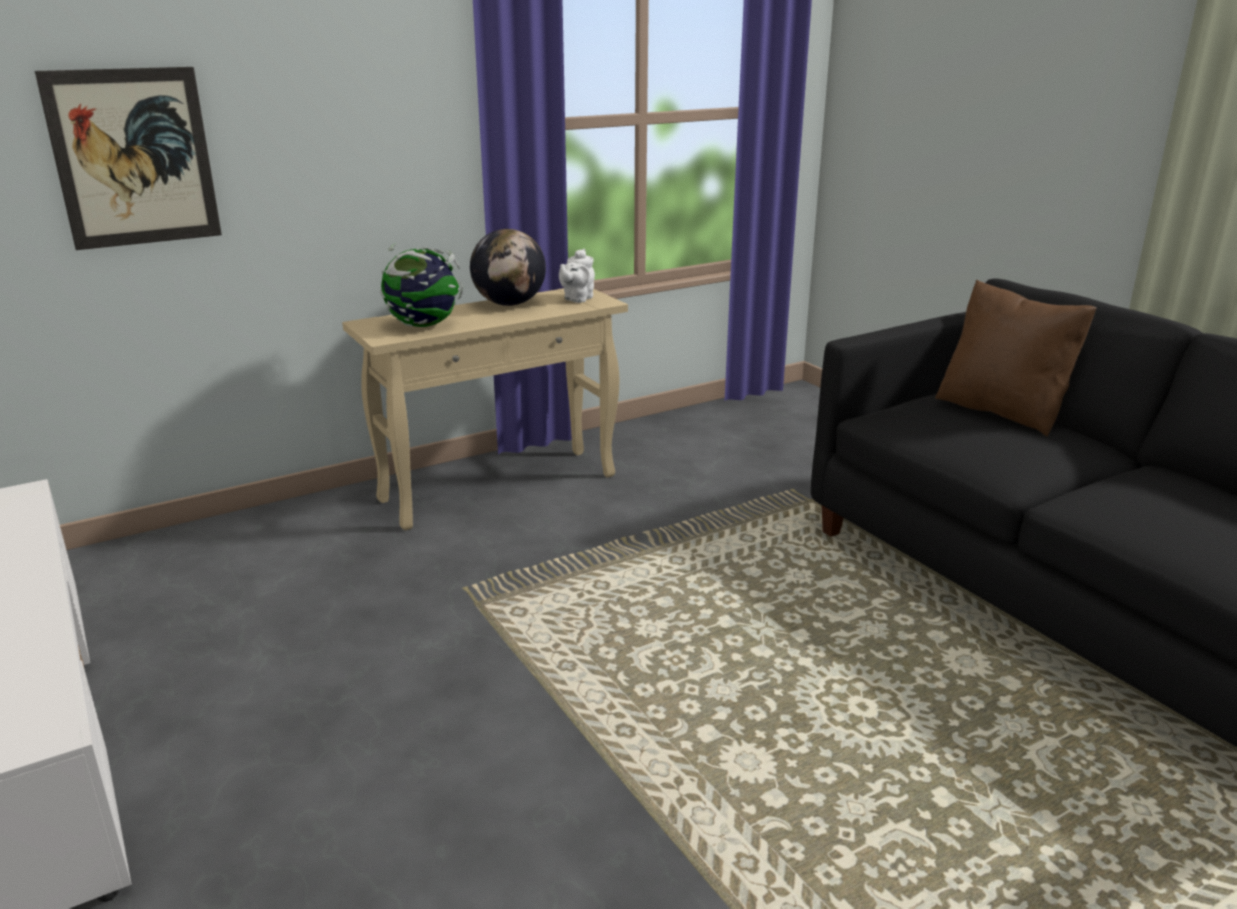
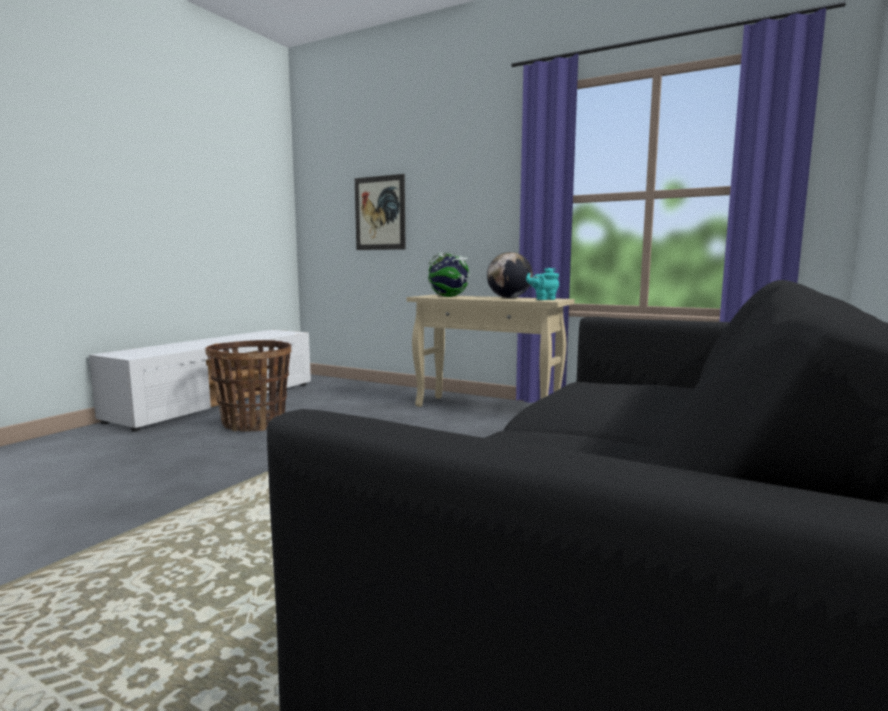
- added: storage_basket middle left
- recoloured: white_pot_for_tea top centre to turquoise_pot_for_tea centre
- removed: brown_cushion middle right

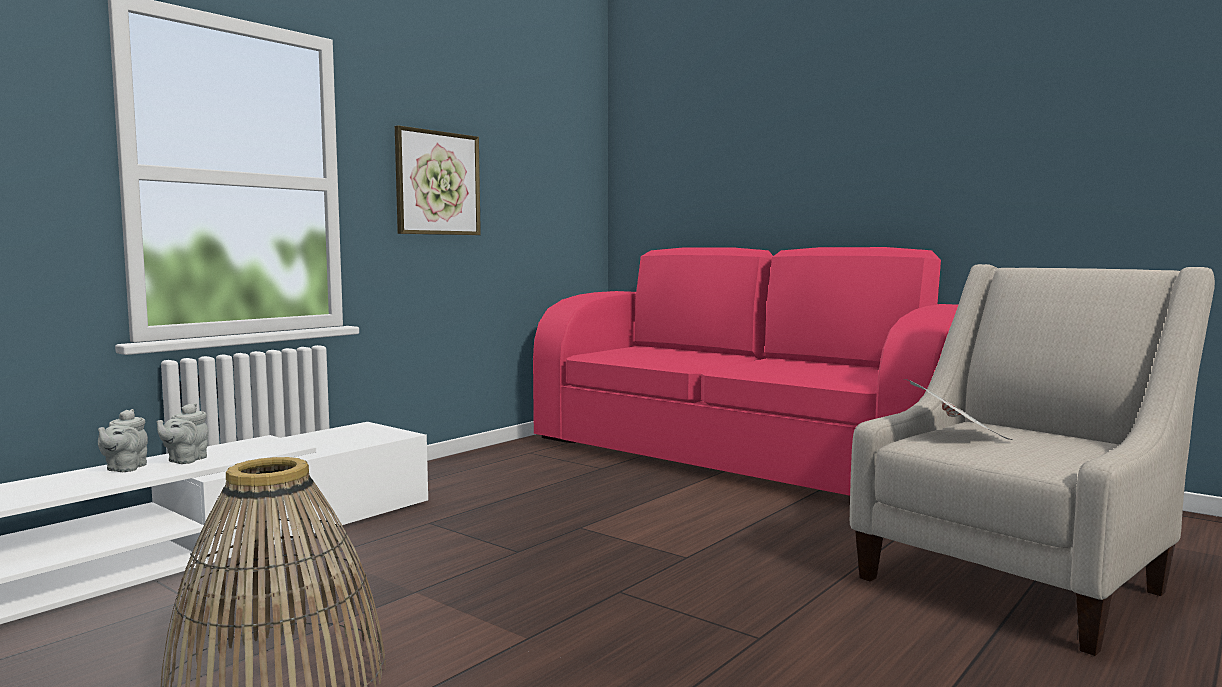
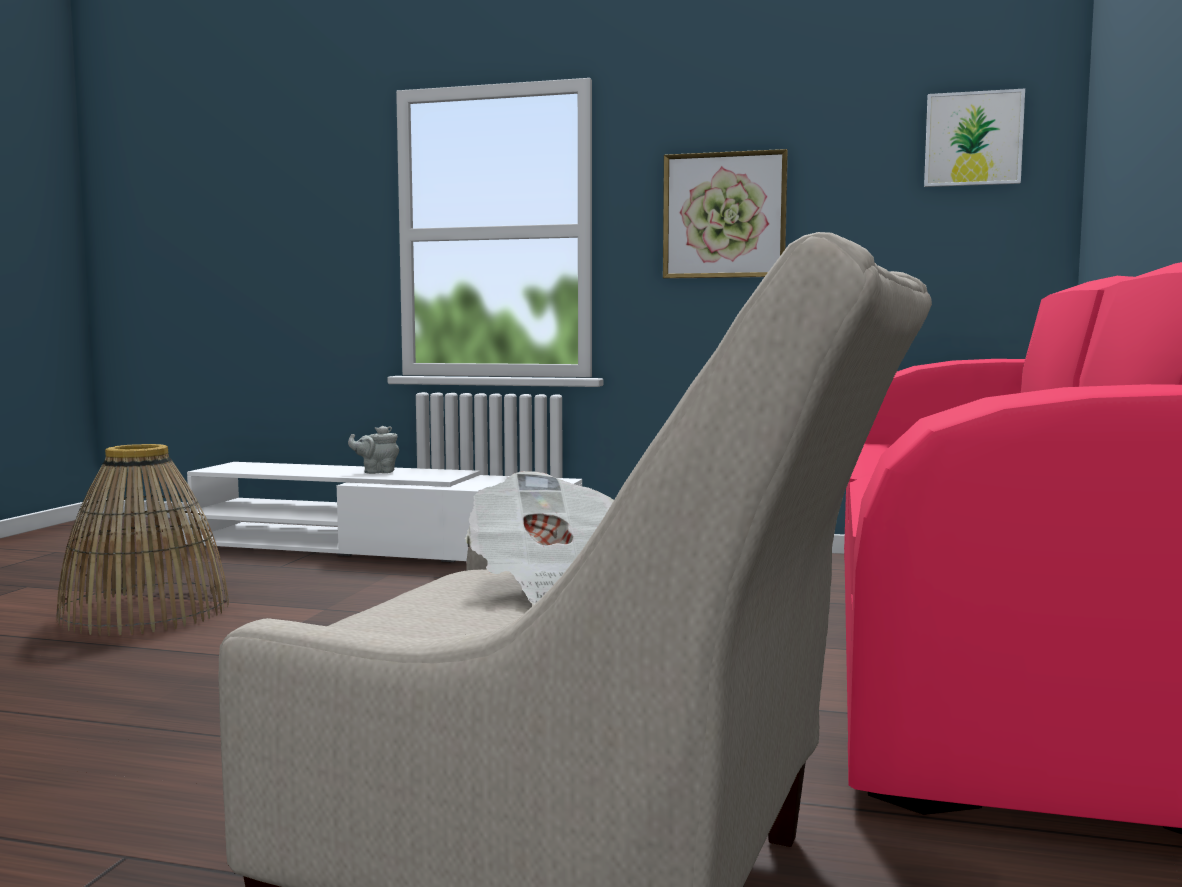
- added: wall_art (2nd from left) top right
- removed: grey_pot_for_tea (1st from left) middle left

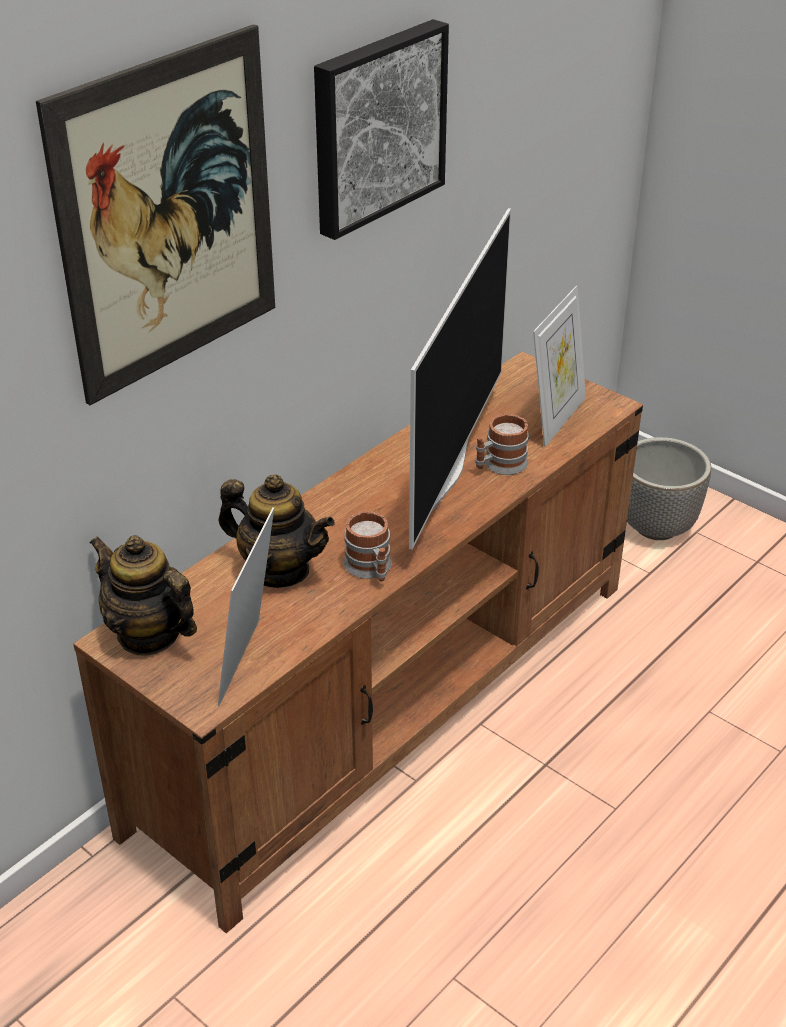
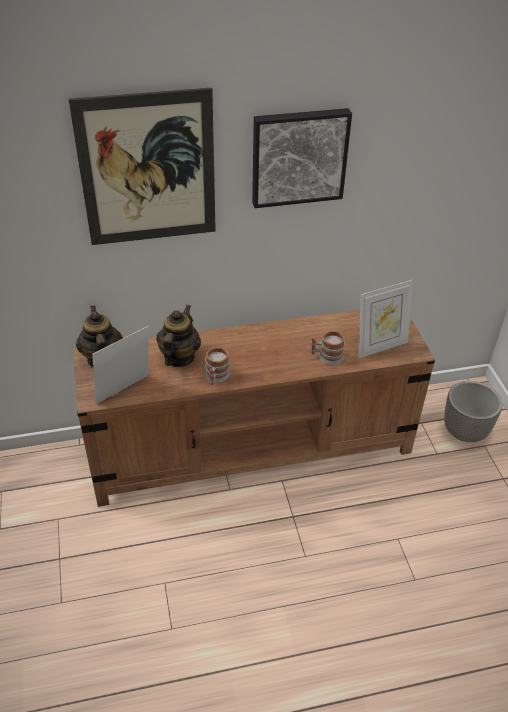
- turned: pot_for_tea (2nd from left) centre = centre 135 degrees counterclockwise
- removed: TV_set centre

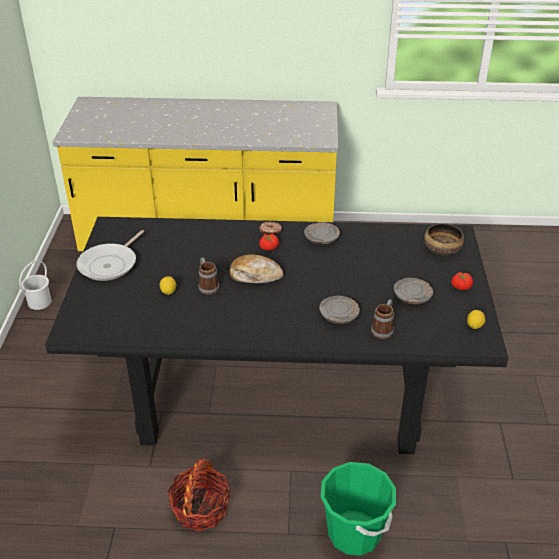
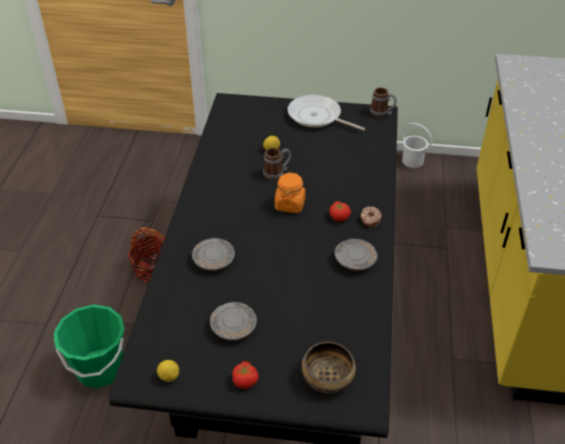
- replaced: bakery_bread centre to orange-coloured_preserve_jar centre
- moved: coffee_mug (2nd from left) middle right to top right

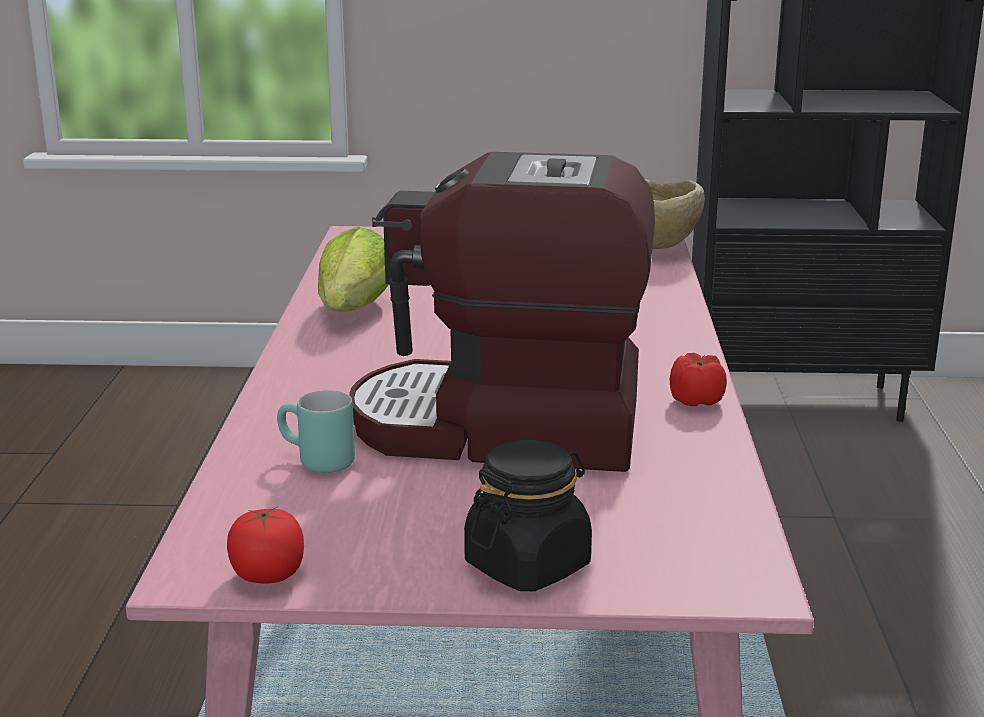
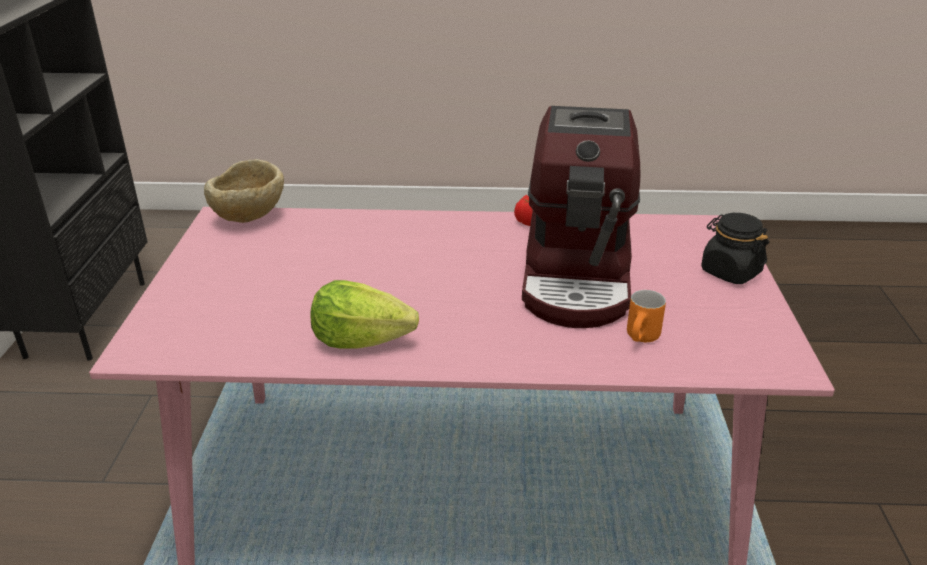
- recoloured: turquoise_coffee_mug middle left to orange-coloured_coffee_mug middle right
- removed: tomato (1st from left) bottom left

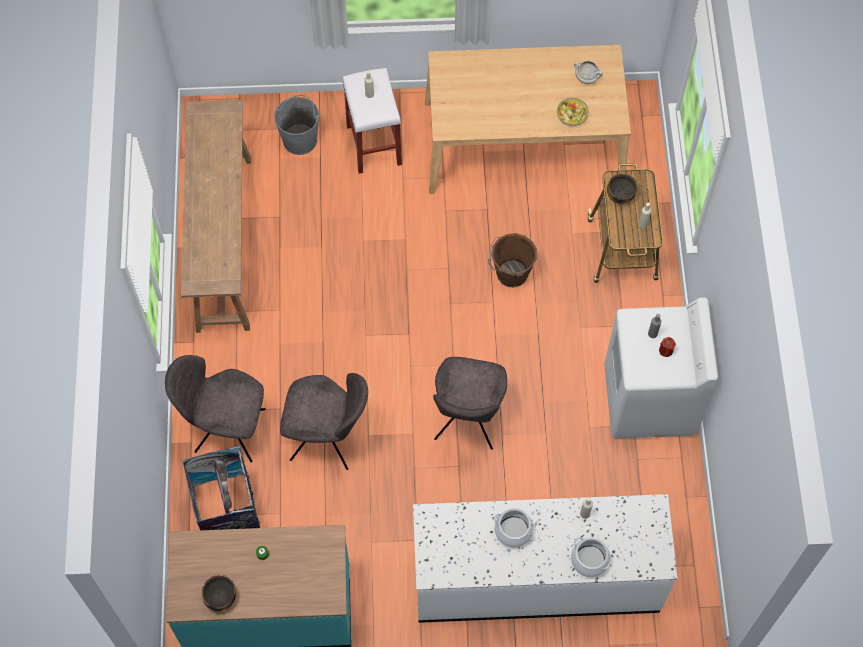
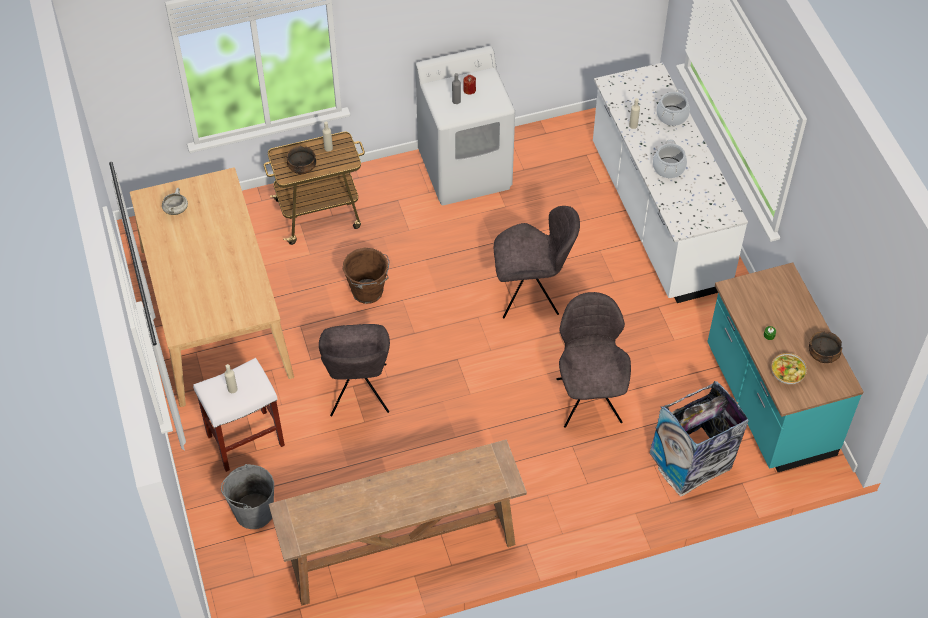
- moved: grey_chair (1st from left) middle left to centre
- moved: bowl (2nd from left) top centre to middle right

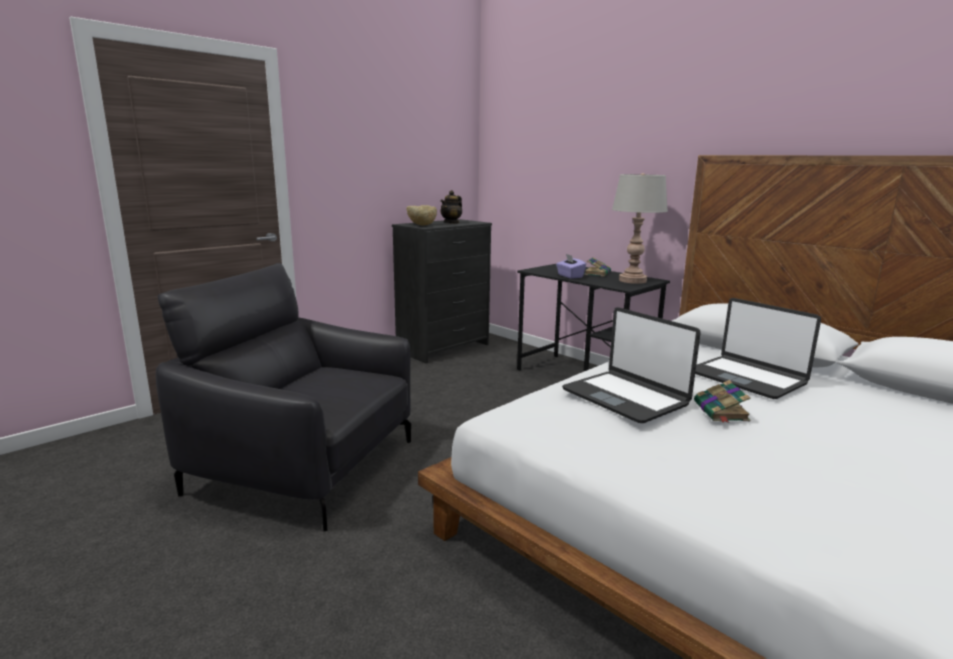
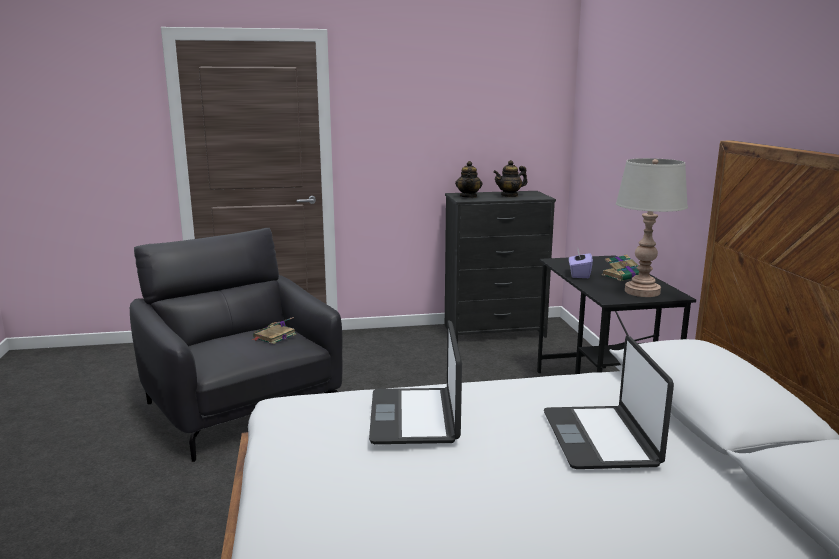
- moved: volume (2nd from left in the first image) middle right to volume (1st from left) middle left
- replaced: beige-coloured_bowl top centre to pot_for_tea (1st from left) top centre

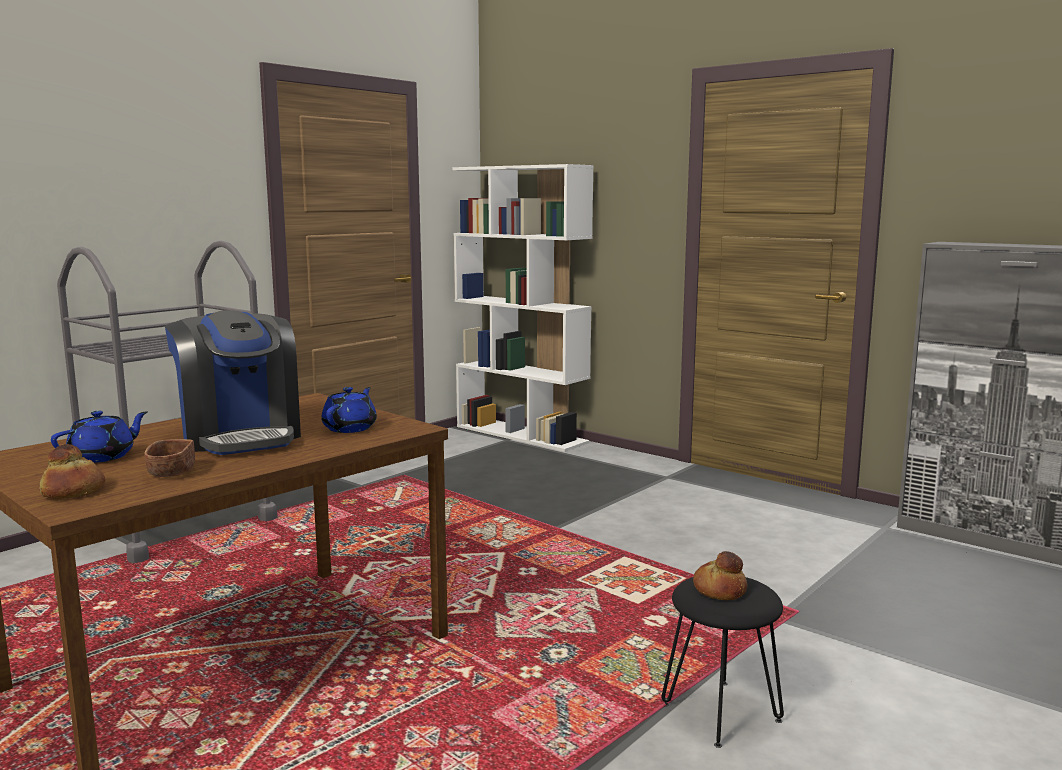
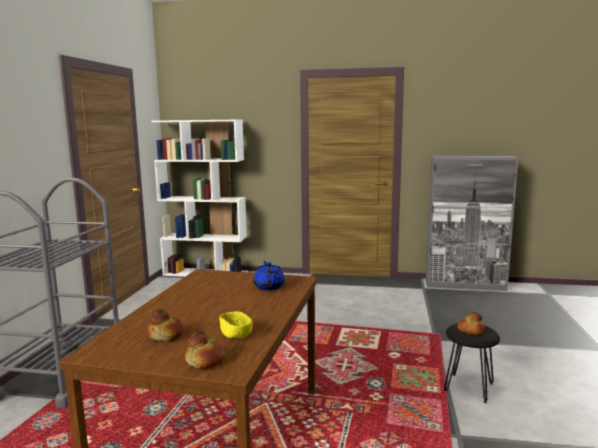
- replaced: bluish_pot_for_tea (1st from left) middle left to bakery_bread (1st from left) bottom left
- recoloured: brown_bowl middle left to yellow-coloured_bowl bottom centre
- removed: coffee_maker middle left

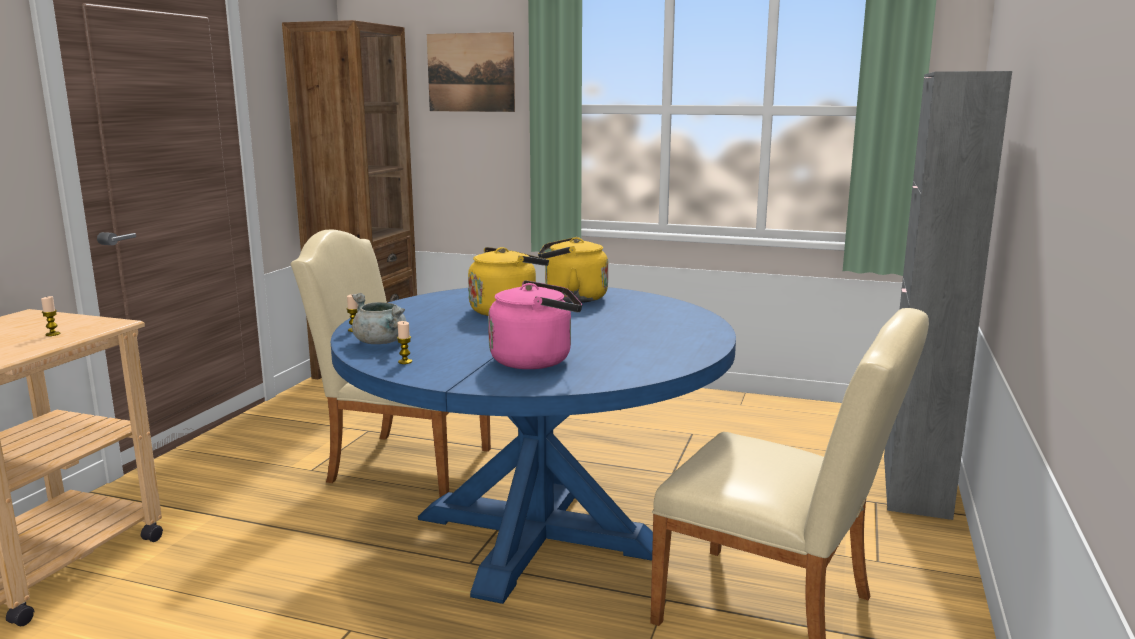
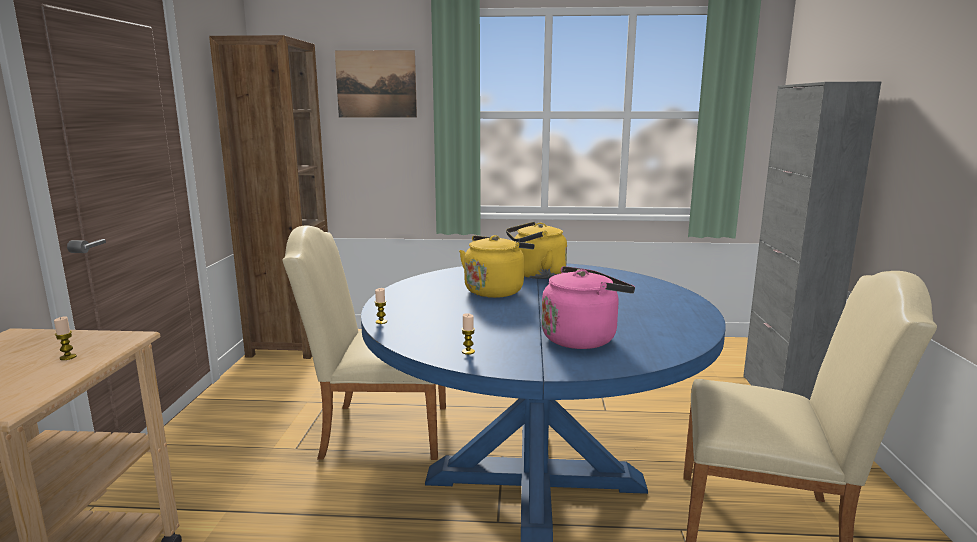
- removed: grey_cooking_pot centre

